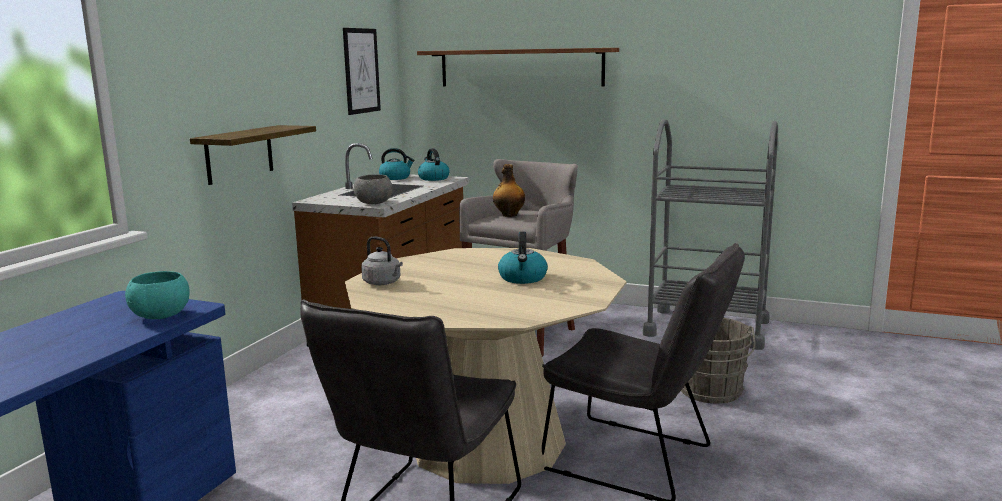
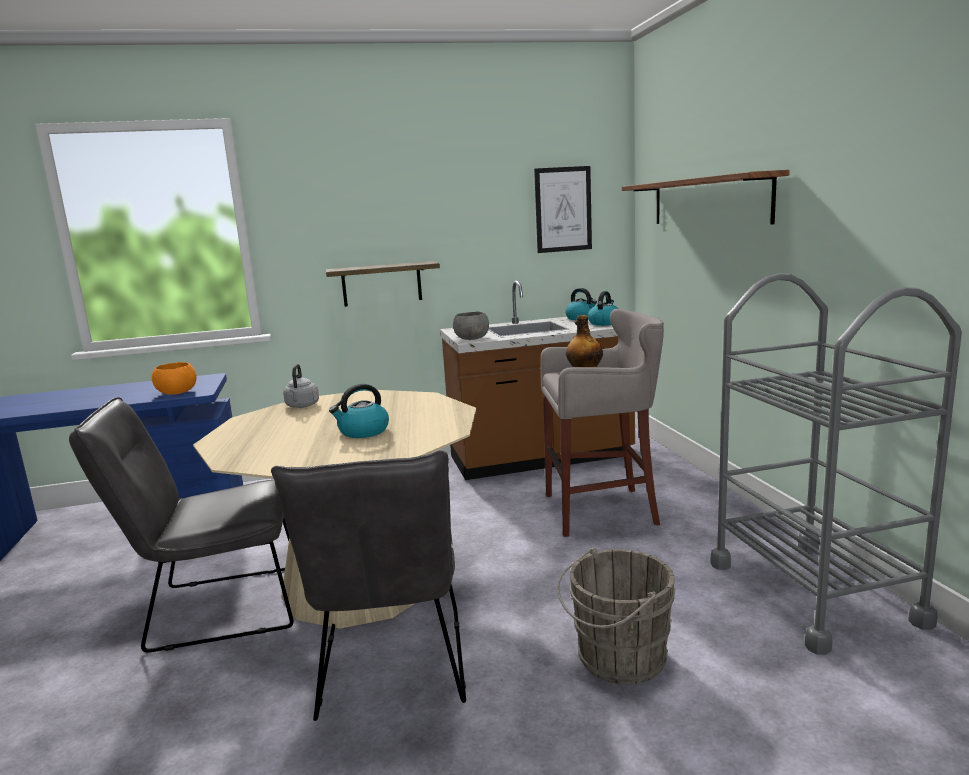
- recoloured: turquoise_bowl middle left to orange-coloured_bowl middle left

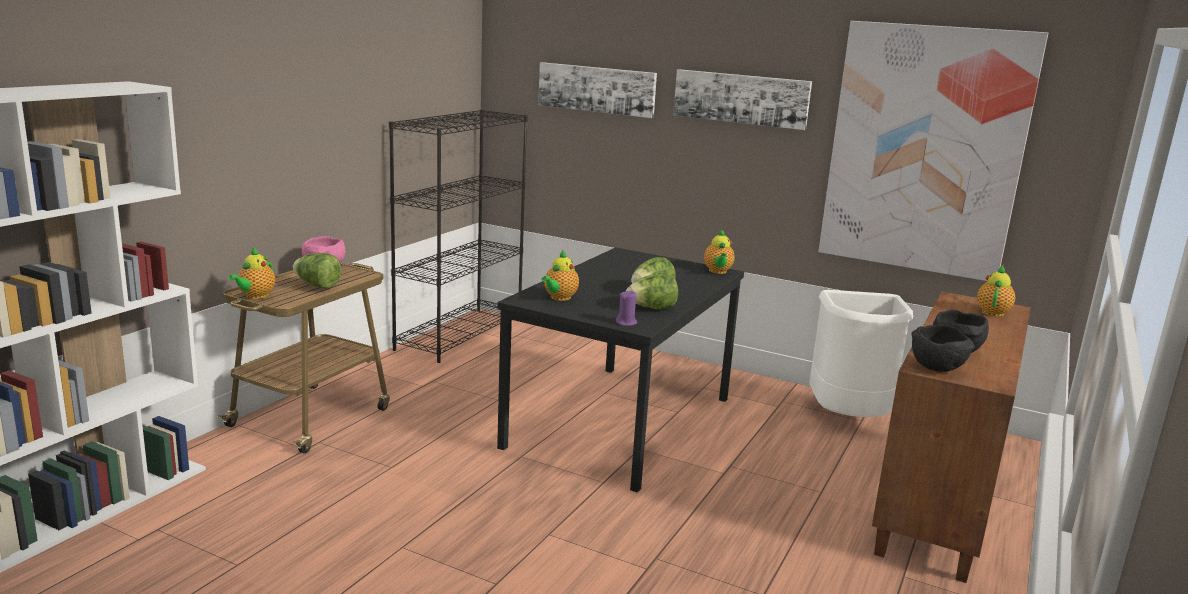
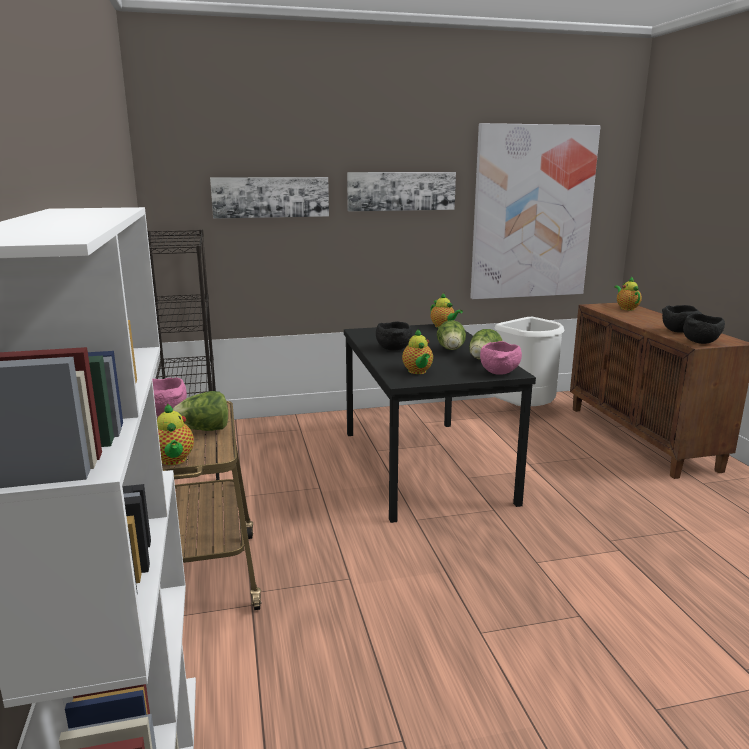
- added: blackish_bowl (1st from left) centre
- replaced: purple-coloured_wax_light centre to pink_bowl (2nd from left) middle right

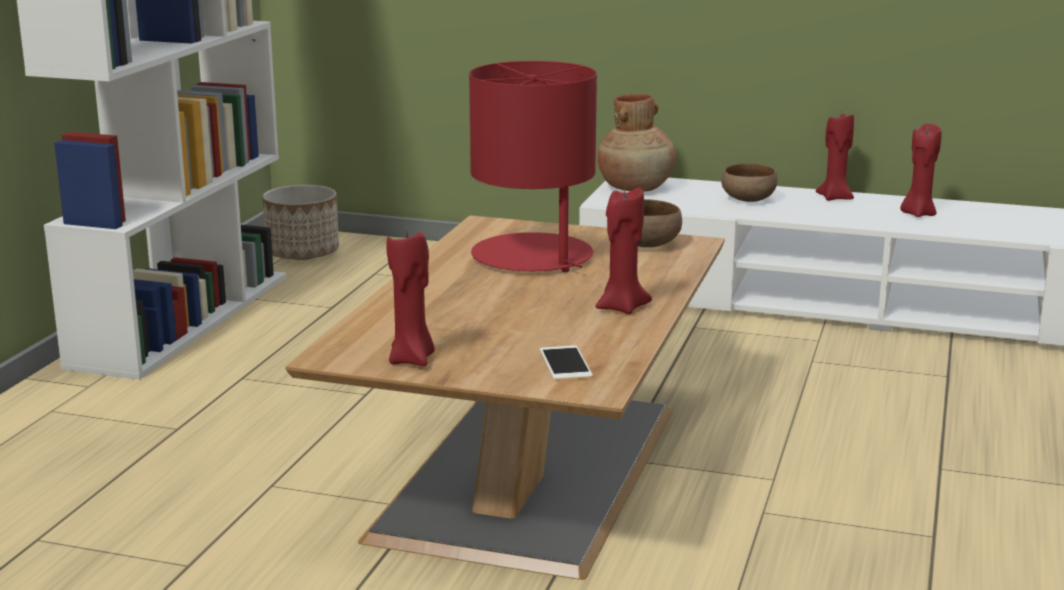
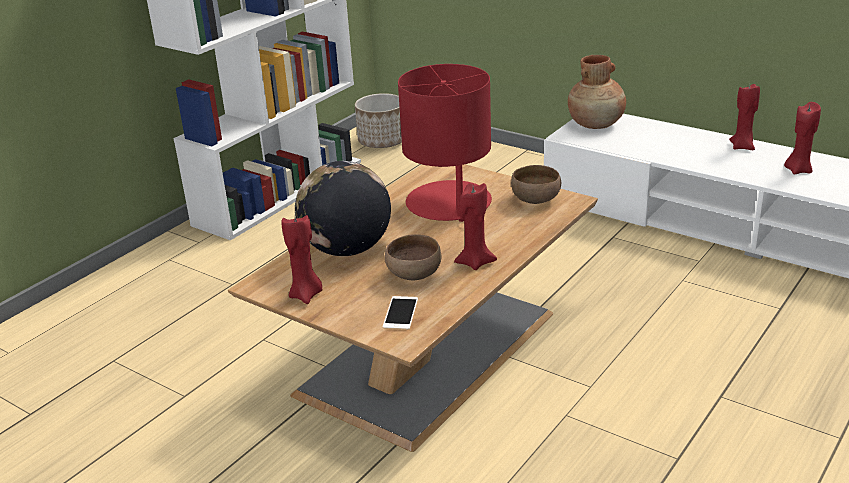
- added: world_globe centre
- moved: brown_bowl (2nd from left in the first image) top right to brown_bowl (1st from left) centre

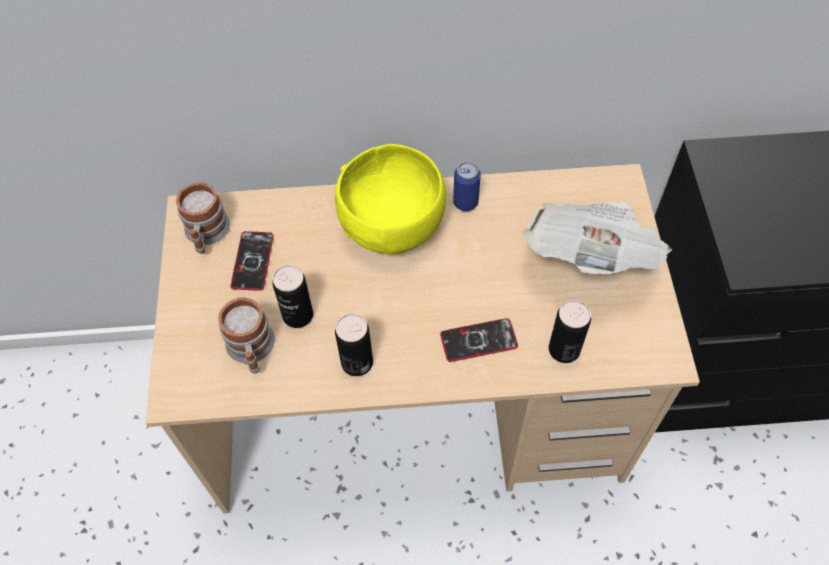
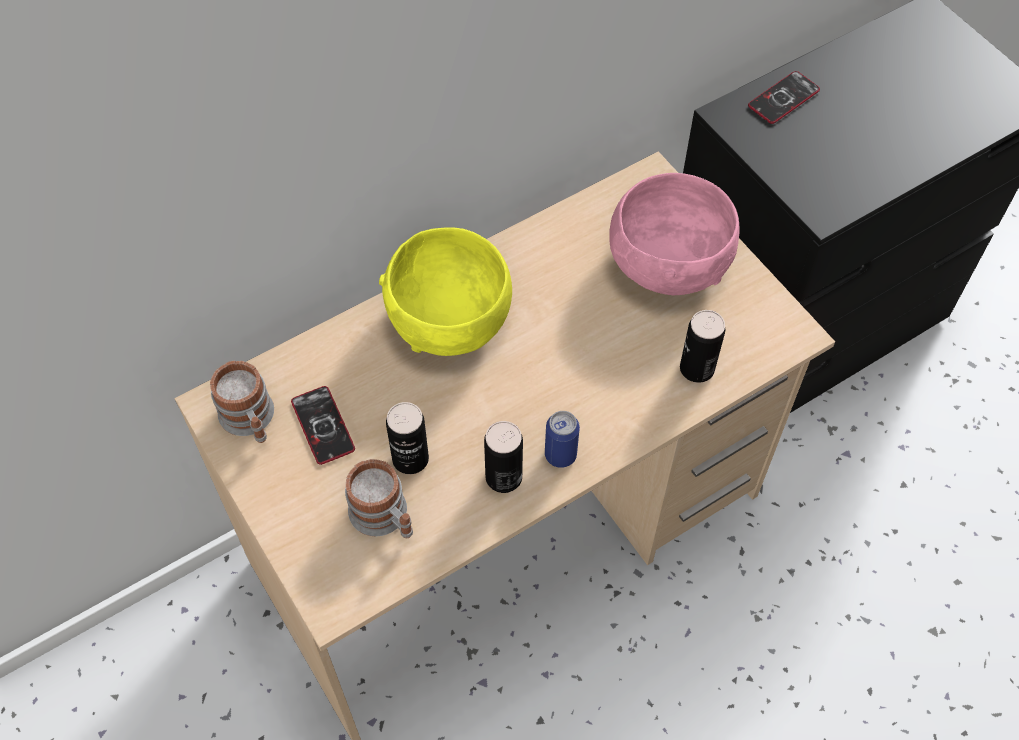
- moved: can (3rd from left) top centre to centre
- replaced: newspaper middle right to pink_bowl top centre
- moved: telephone (2nd from left) centre to top right

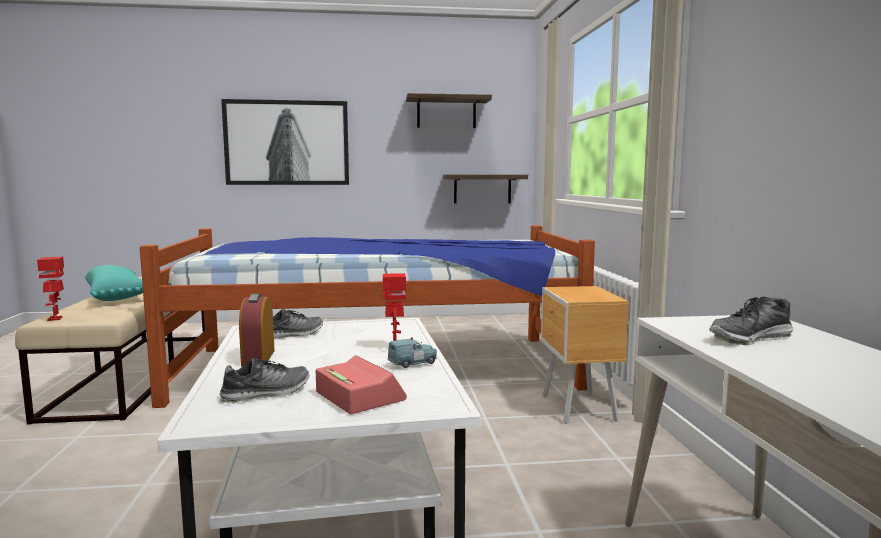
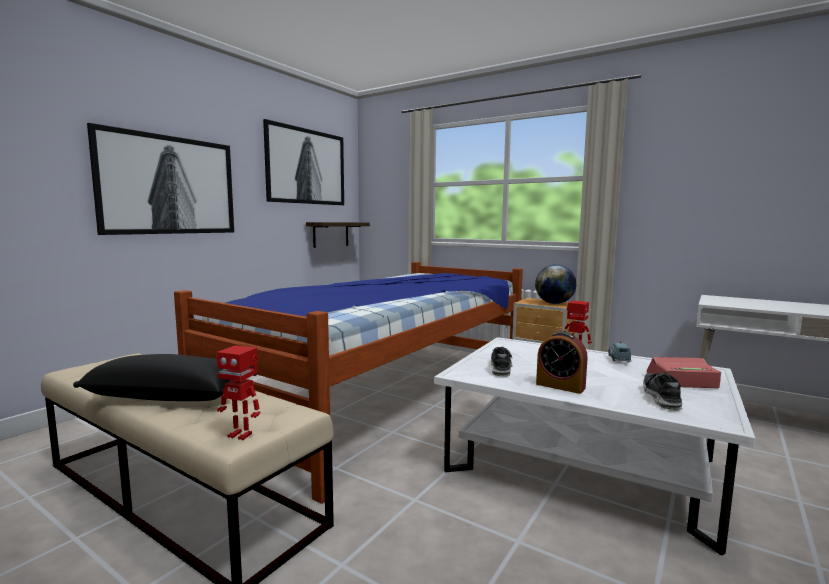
- recoloured: turquoise_cushion middle left to blackish_cushion middle left
- replaced: shelf (1st from left) top centre to wall_art (2nd from left) top centre
- added: world_globe middle right
- removed: item_of_footwear (3rd from left) middle right

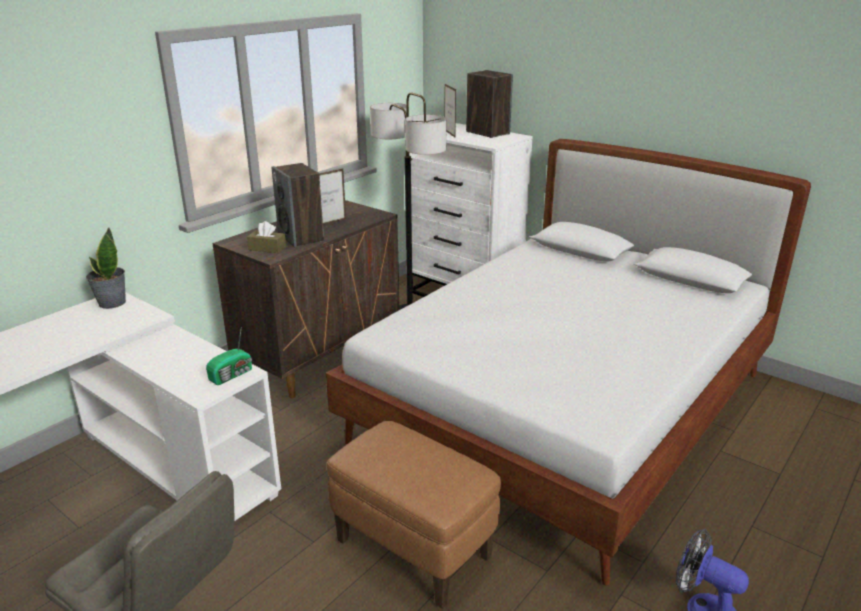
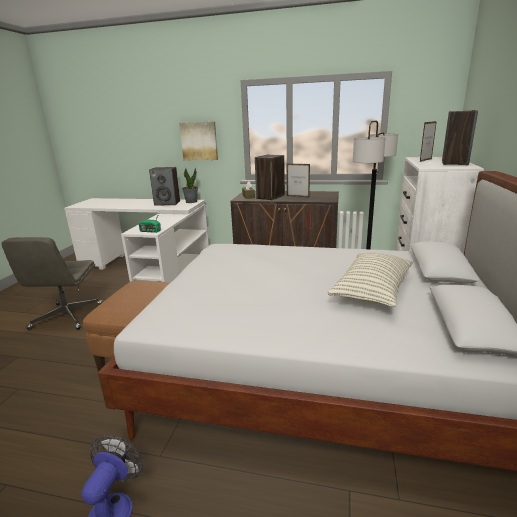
- added: audio_speaker (1st from left) middle left
- added: wall_art top centre
- added: cushion middle right

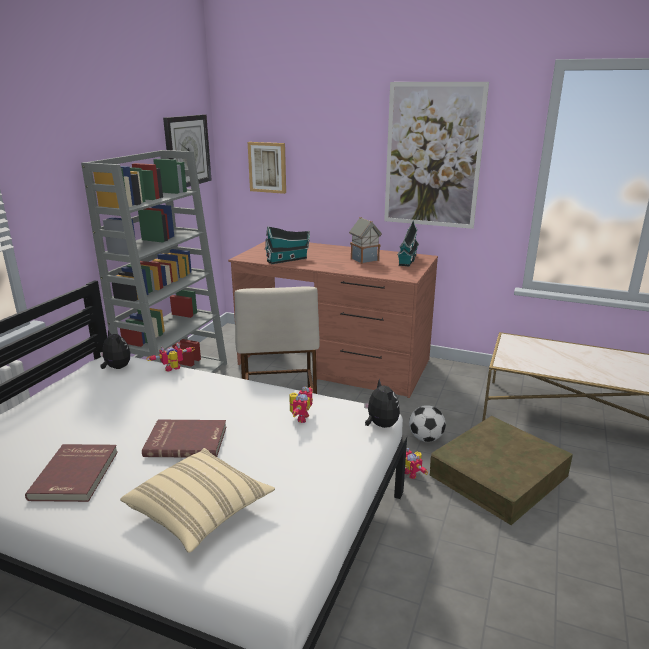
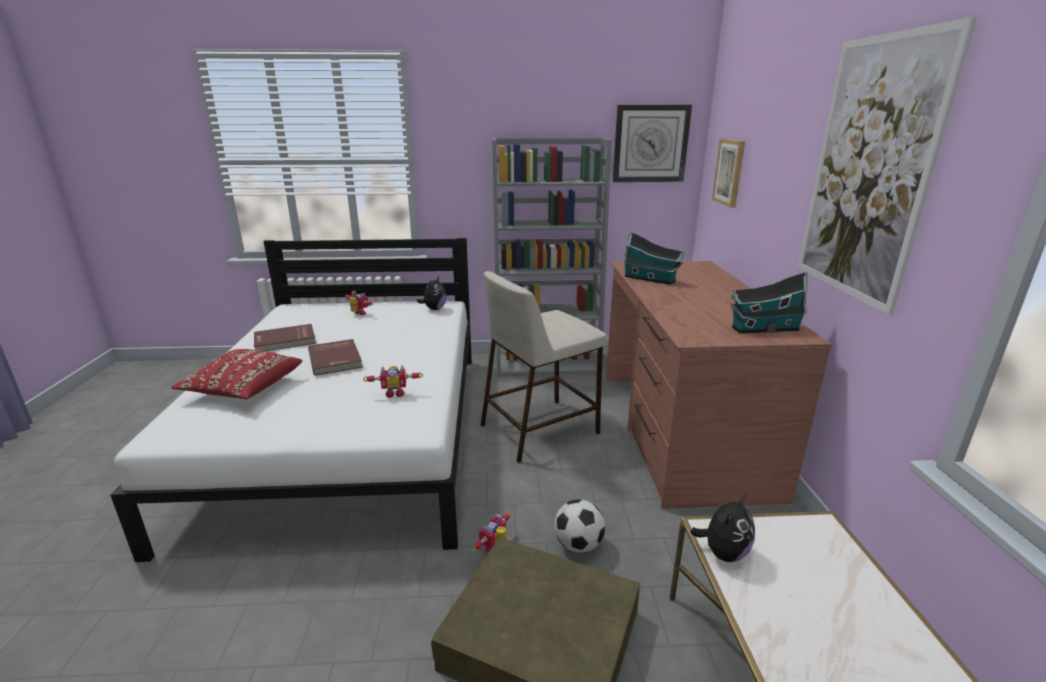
- recoloured: beige-coloured_cushion bottom left to red-coloured_cushion middle left
- moved: toy_robot (1st from left) middle left to centre
- moved: cuddly_toy (2nd from left) centre to bottom right
- removed: miniature_house (2nd from left) centre

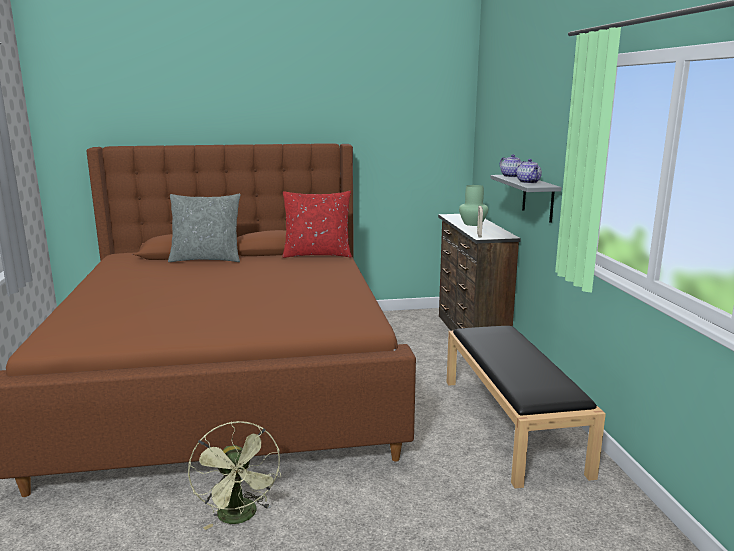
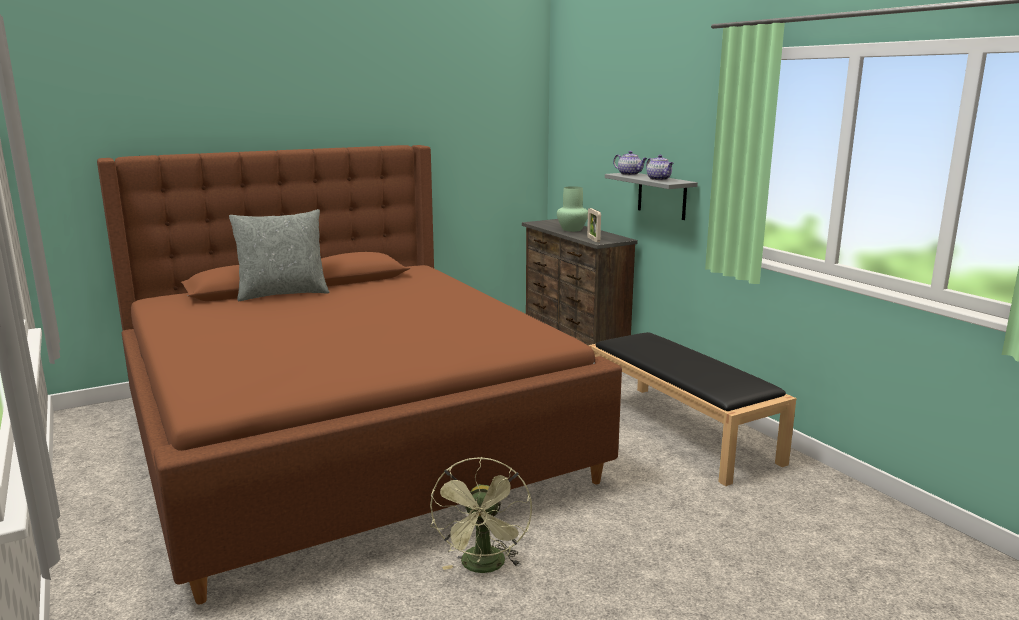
- turned: greenish_cooling_fan bottom left = bottom centre 45 degrees clockwise
- removed: red-coloured_cushion centre

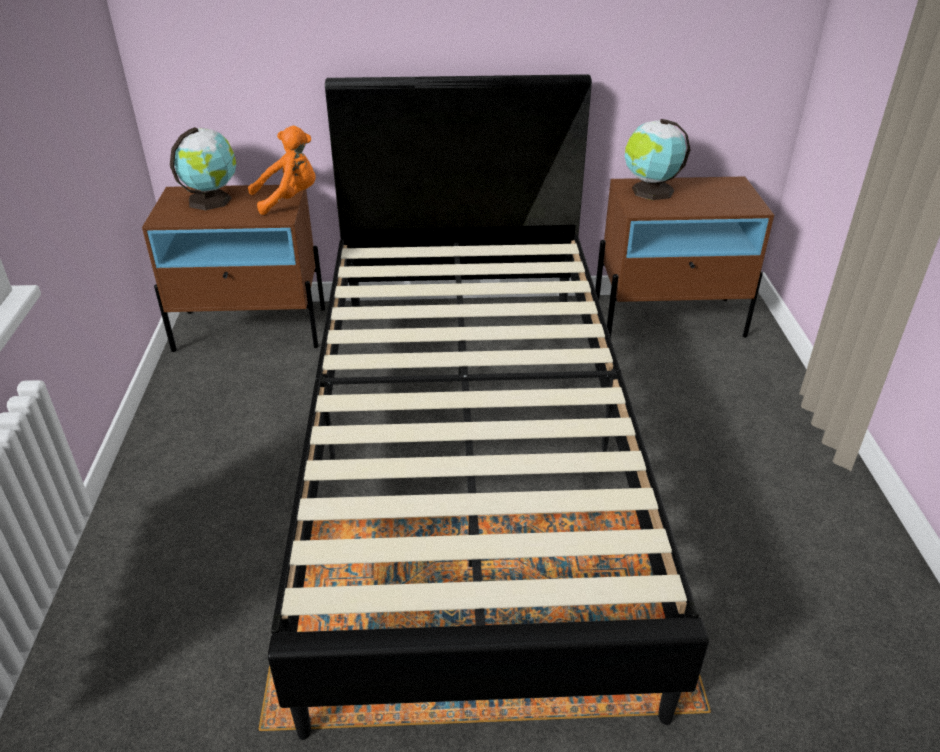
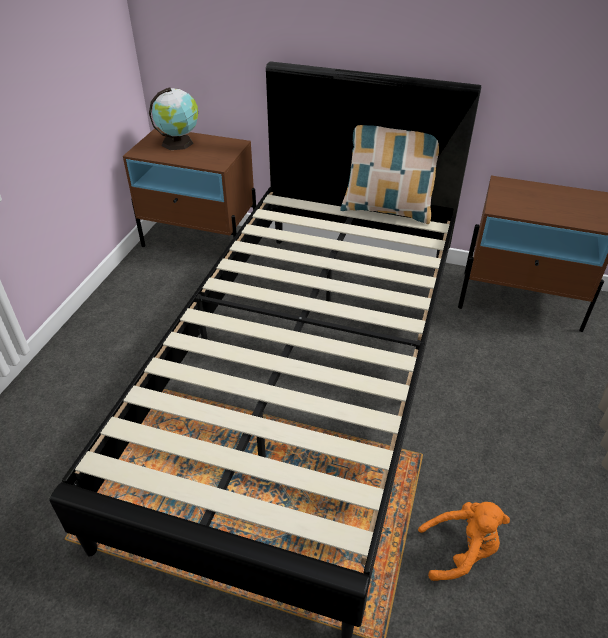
- added: cushion top centre
- moved: orange-coloured_cuddly_toy top left to bottom right
- removed: world_globe (2nd from left) top right

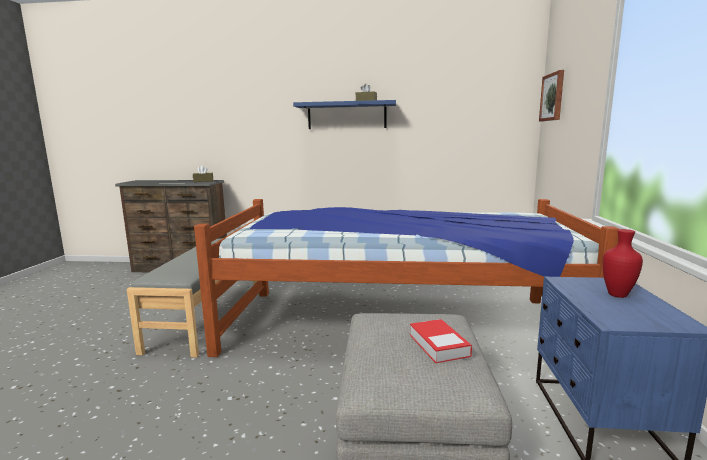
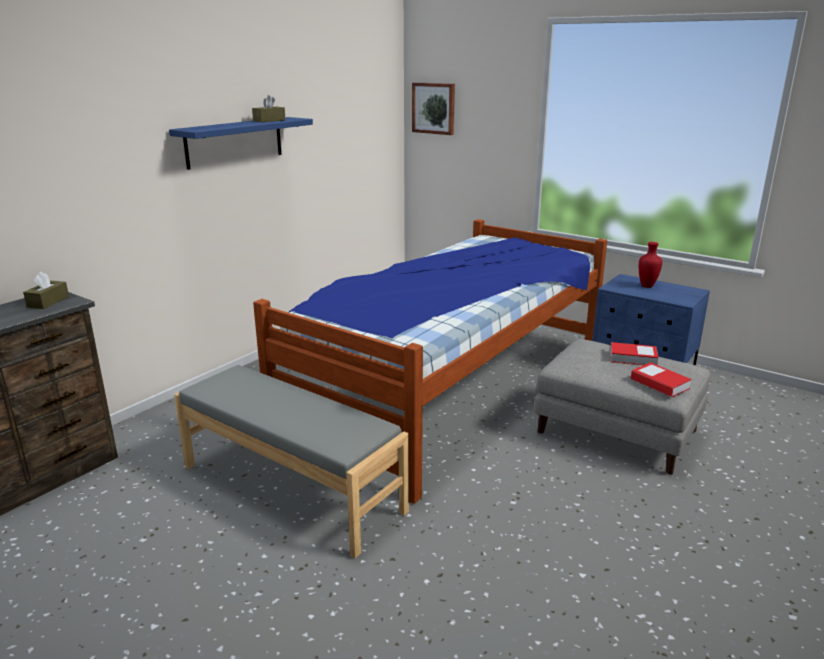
- added: volume (2nd from left) middle right

